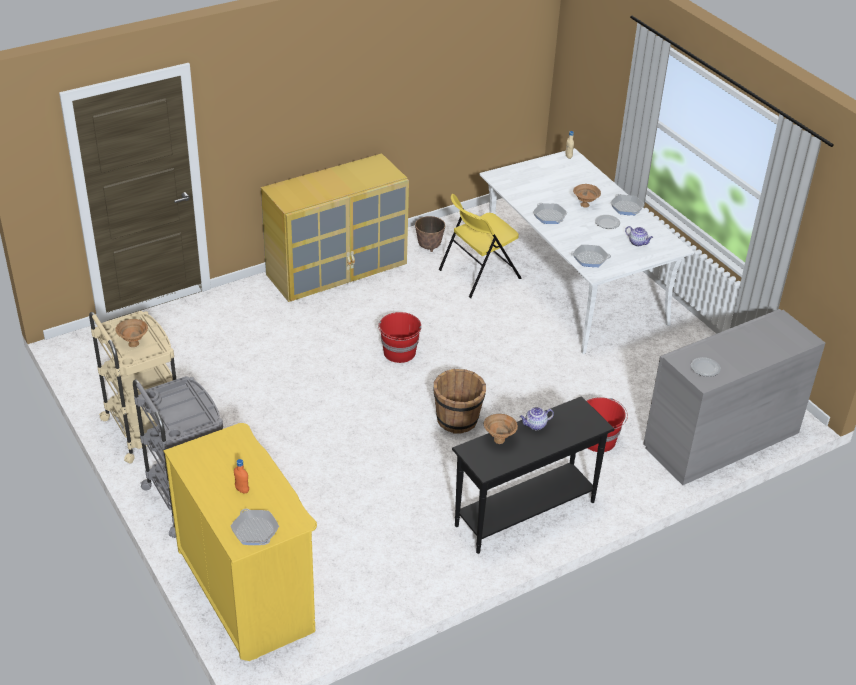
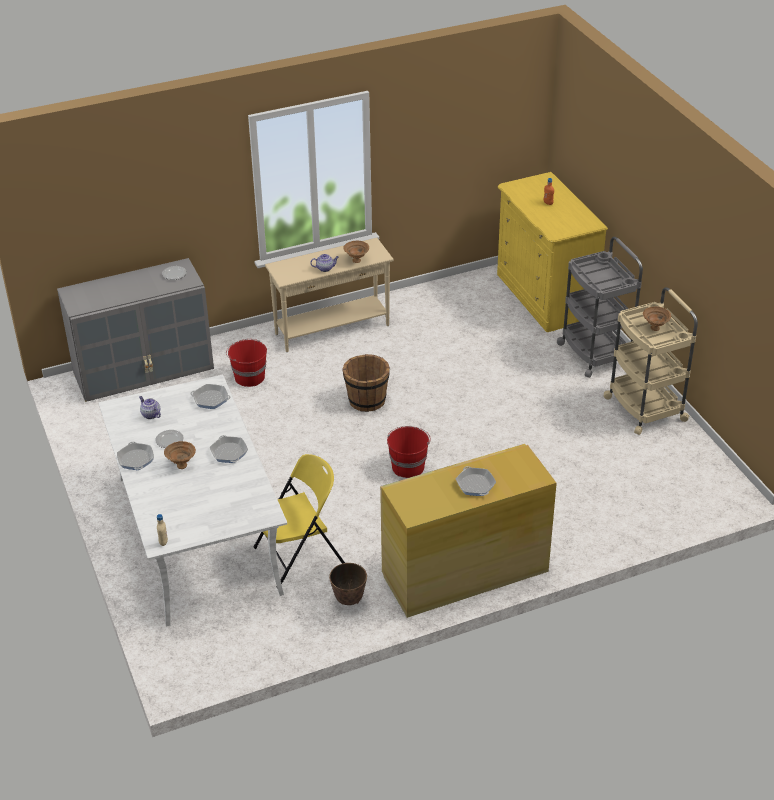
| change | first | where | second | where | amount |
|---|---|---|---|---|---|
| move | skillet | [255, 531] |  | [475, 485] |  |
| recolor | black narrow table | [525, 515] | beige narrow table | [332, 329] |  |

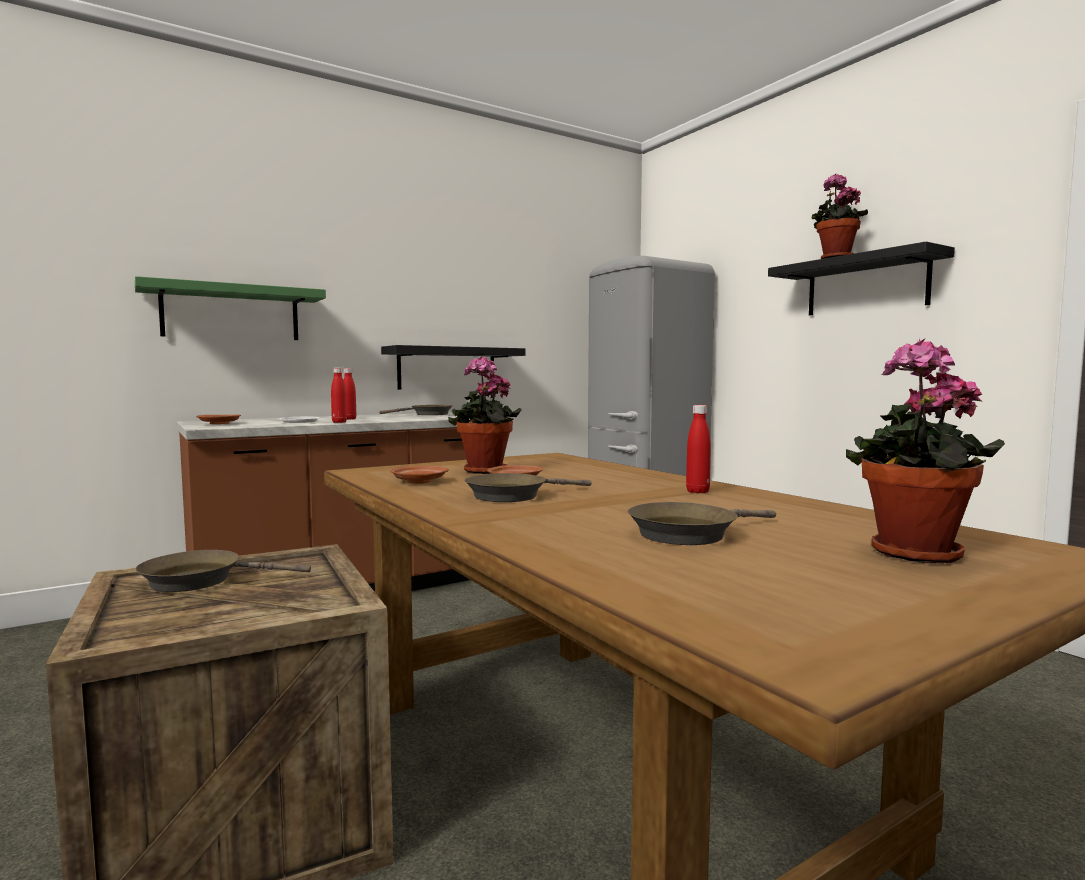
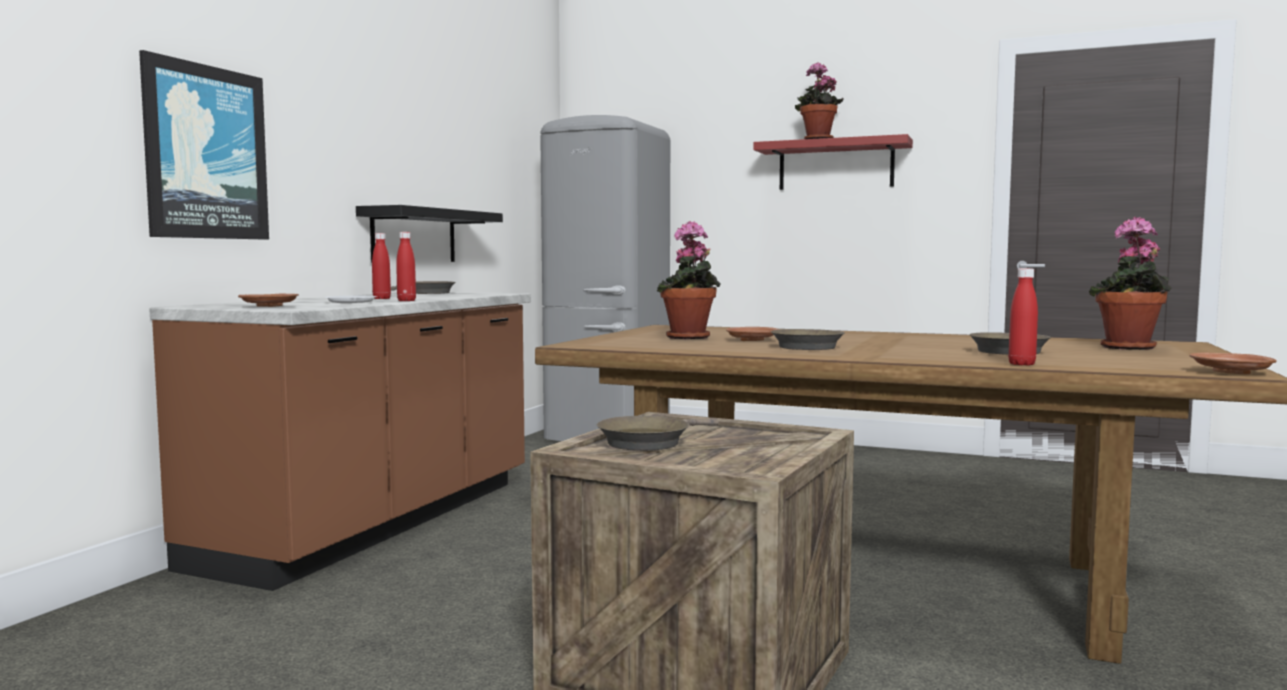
| change | first | where | second | where | amount |
|---|---|---|---|---|---|
| replace | green-coloured shelf | [231, 313] | picture | [205, 152] |  |
| move | brownish plate | [419, 481] |  | [1231, 372] |  |
| move | red bottle | [697, 491] |  | [1021, 364] |  |
| recolor | black shelf | [866, 285] | red shelf | [835, 165] |  |

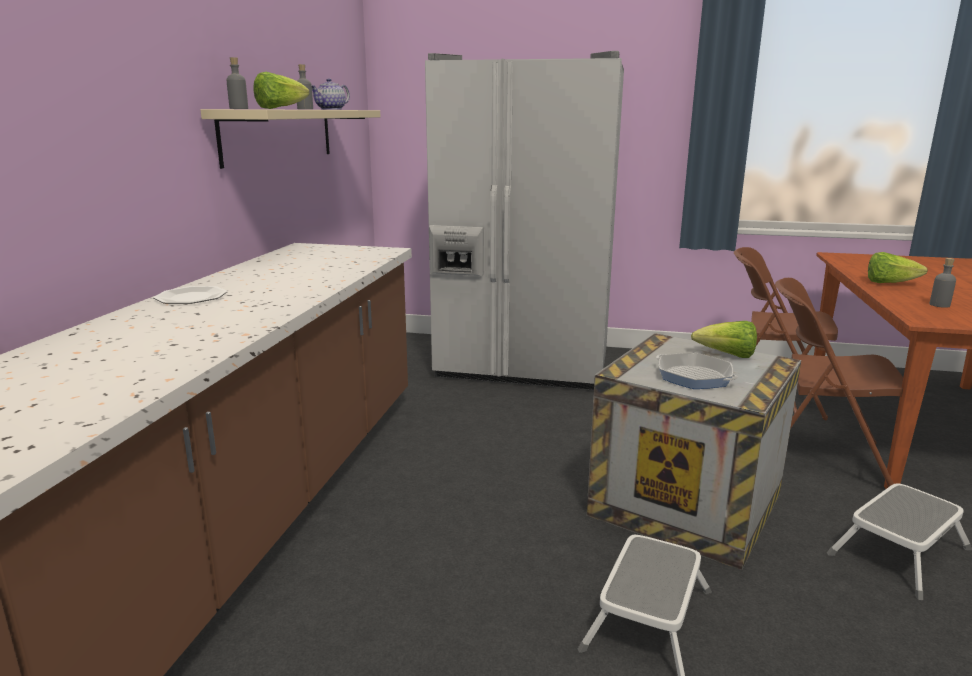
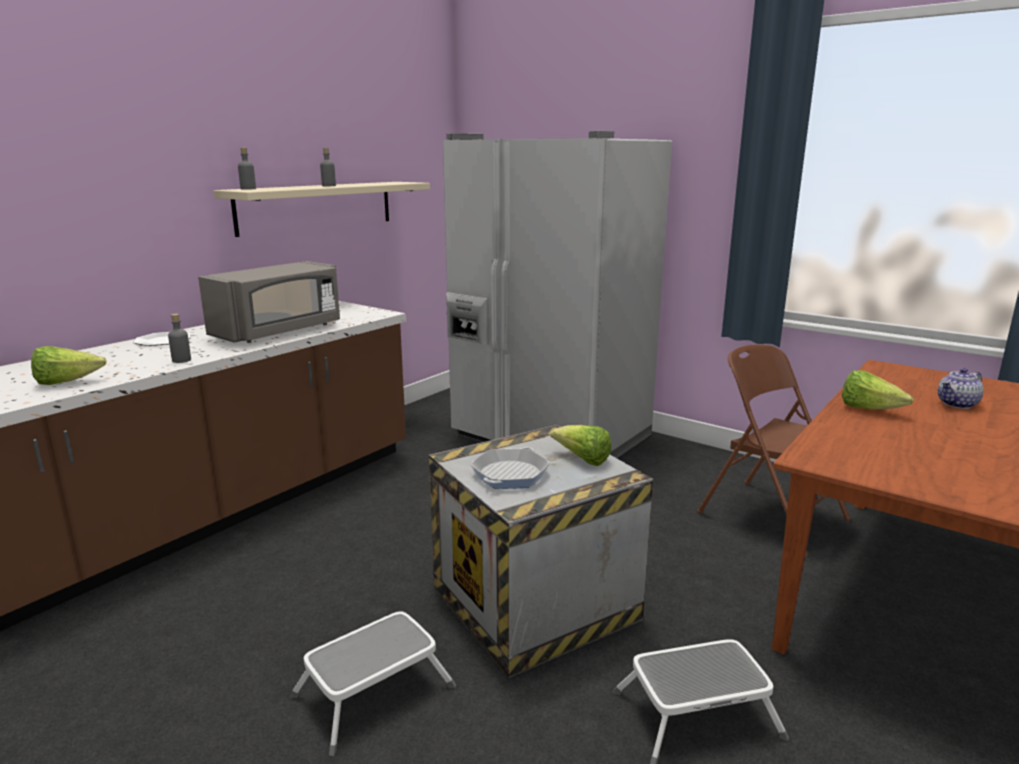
| change | first | where | second | where | amount |
|---|---|---|---|---|---|
| move | lettuce | [280, 109] |  | [67, 382] |  |
| move | pot for tea | [331, 109] |  | [957, 404] |  |
| rotate | skillet | [694, 377] |  | [510, 474] | 135 degrees counterclockwise |
| delete | brownish upright chair | [817, 457] |  |  |  |
| move | greyish bottle | [939, 305] |  | [181, 360] |  |
| insert |  |  | greyish kitchen microwave | [279, 331] |  |

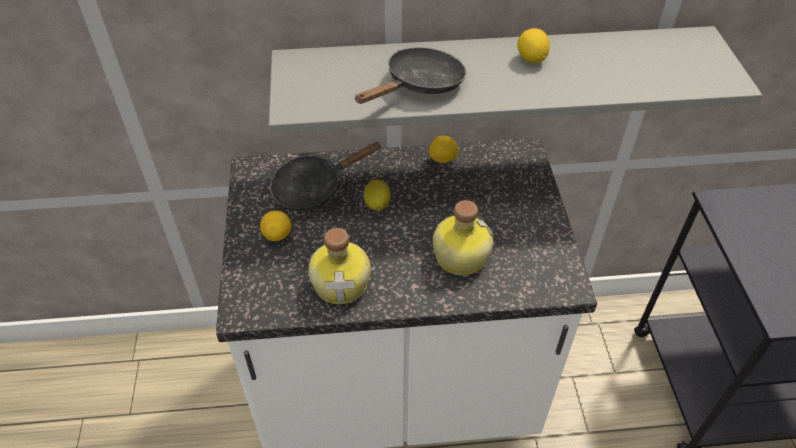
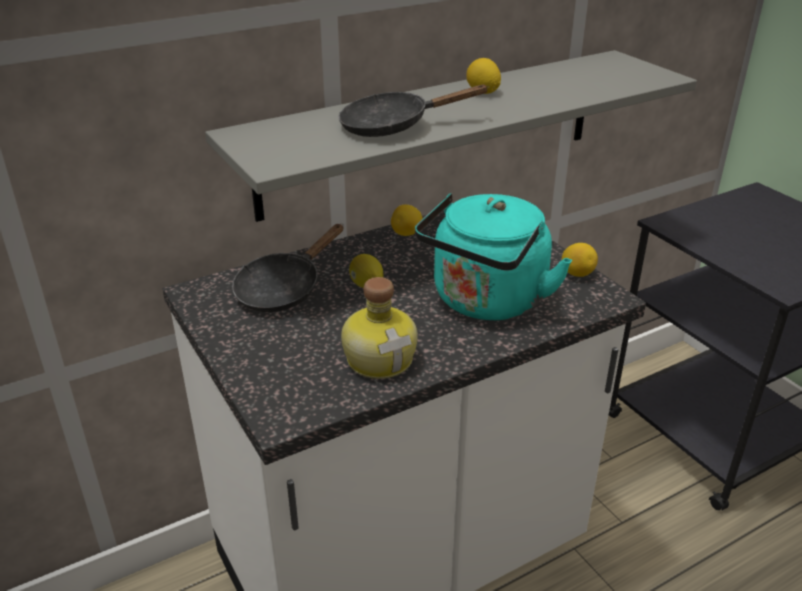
| change | first | where | second | where | amount |
|---|---|---|---|---|---|
| move | lemon | [278, 235] |  | [577, 274] |  |
| rotate | black skillet | [419, 85] |  | [393, 126] | 120 degrees counterclockwise |
| replace | bottle | [459, 255] | turquoise kettle | [486, 302] |  |

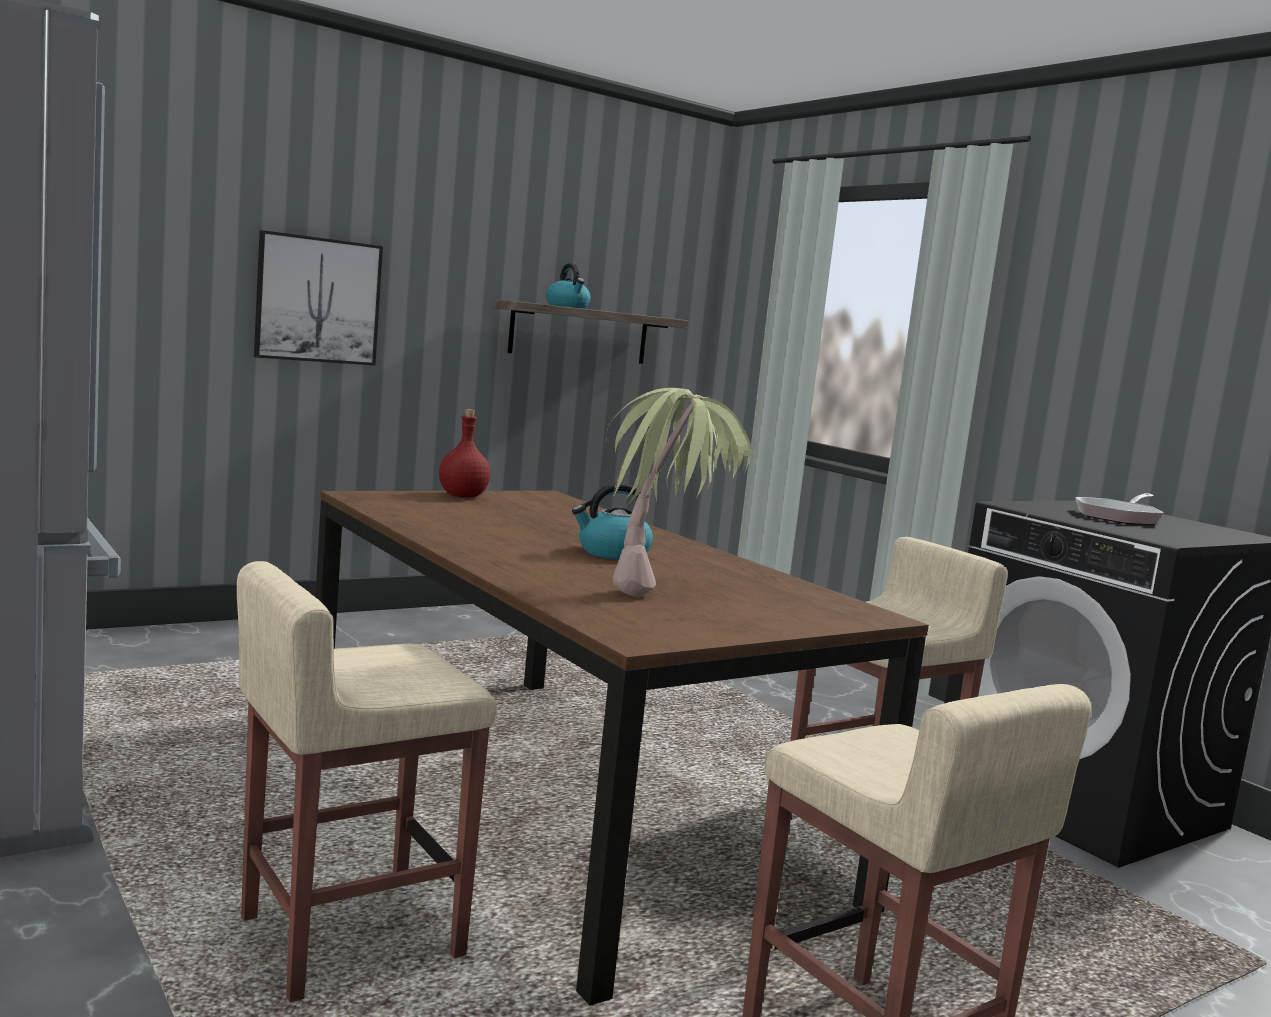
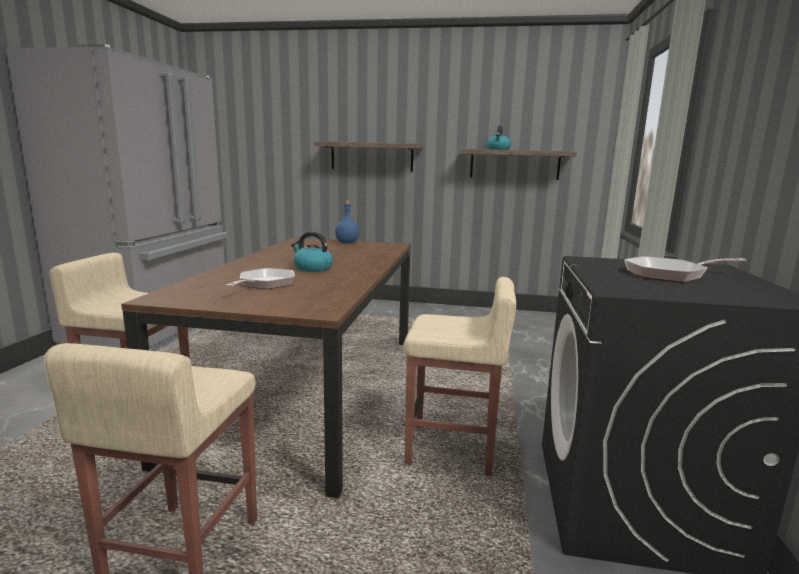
| change | first | where | second | where | amount |
|---|---|---|---|---|---|
| replace | picture | [318, 300] | shelf | [372, 156] |  |
| recolor | red bottle | [463, 496] | bluish bottle | [347, 243] |  |
| replace | plant in a pot | [665, 589] | skillet | [264, 284] |  |

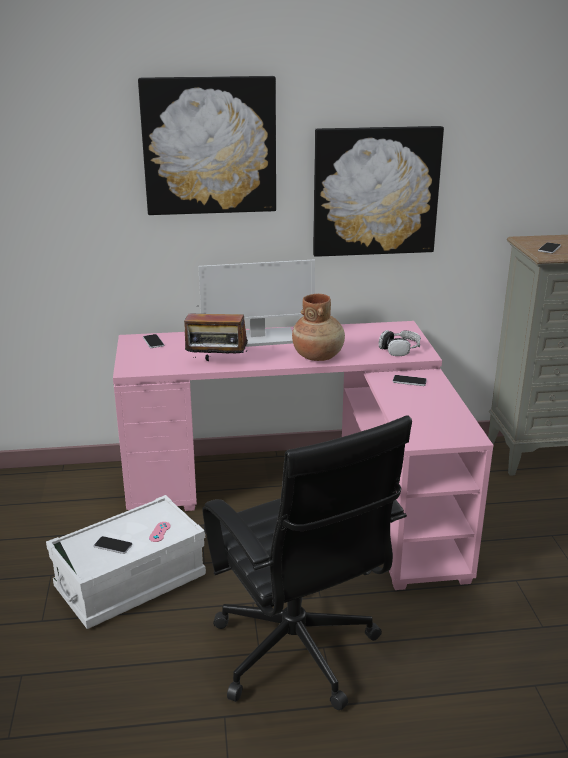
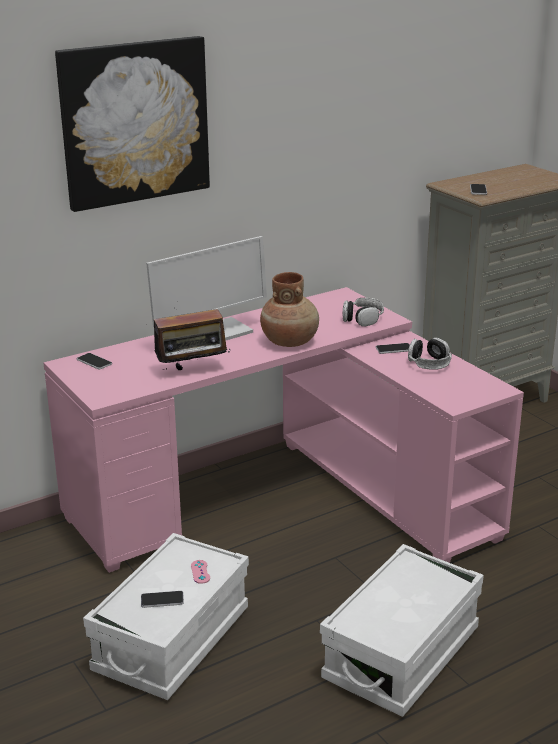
| change | first | where | second | where | amount |
|---|---|---|---|---|---|
| replace | black office chair | [298, 656] | whitish storage container | [401, 654] |  |
| delete | picture | [375, 191] |  |  |  |
| insert |  |  | pair of headphones | [429, 363] |  |

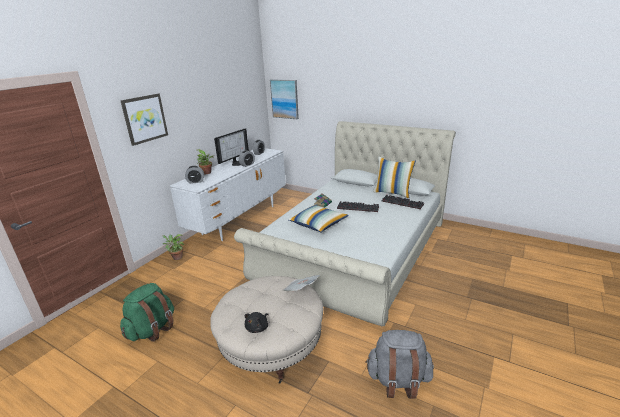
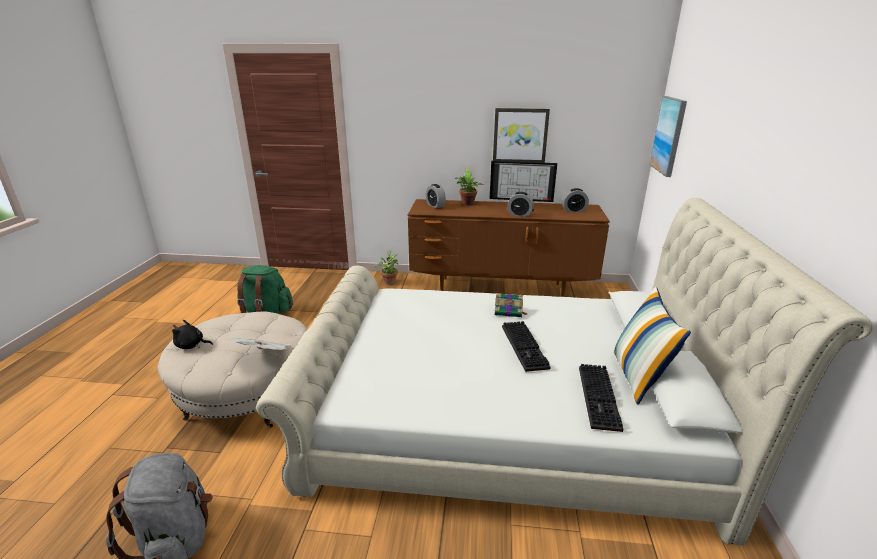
| change | first | where | second | where | amount |
|---|---|---|---|---|---|
| move | picture | [144, 118] |  | [520, 135] |  |
| recolor | whitish drawer chest | [240, 220] | brownish drawer chest | [501, 290] |  |
| delete | pillow | [318, 224] |  |  |  |

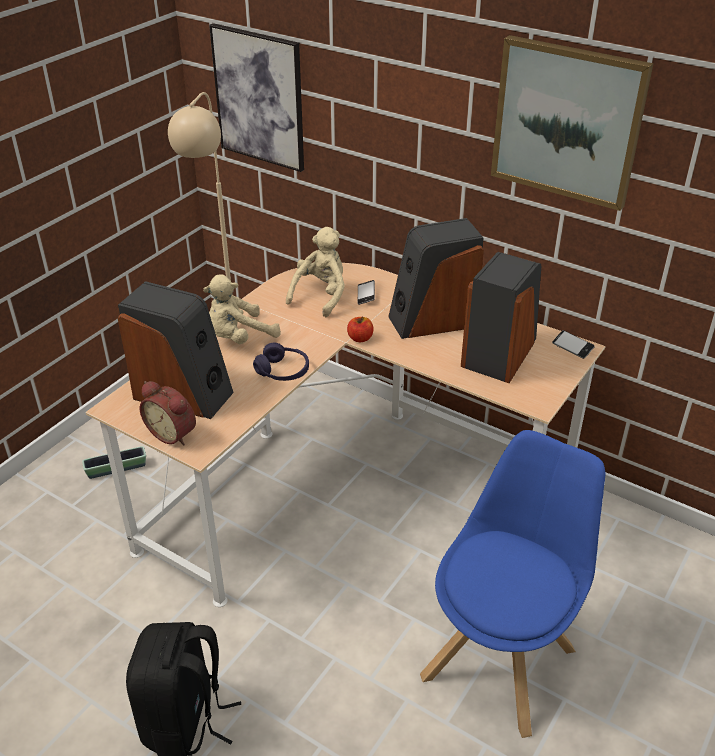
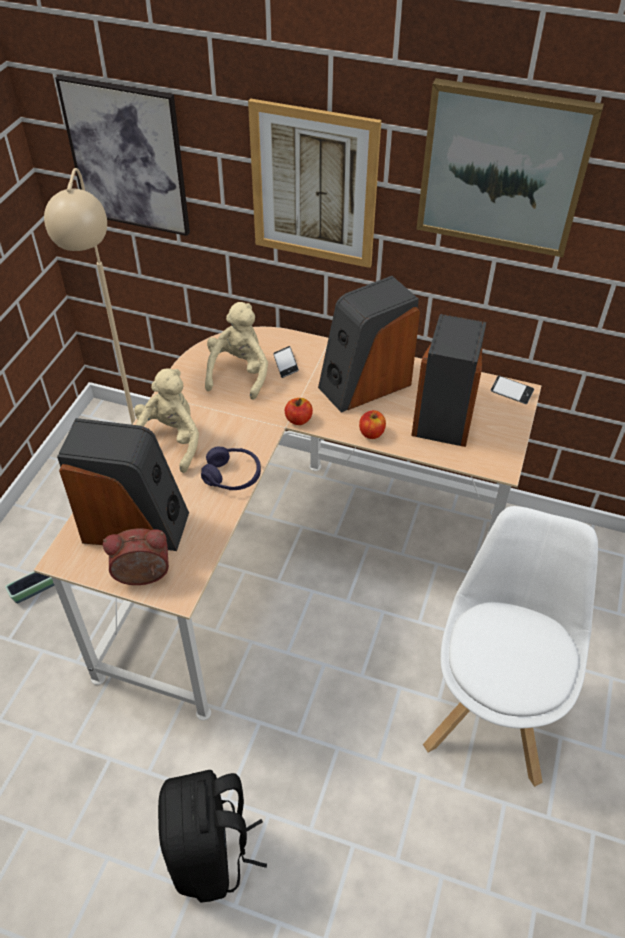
| change | first | where | second | where | amount |
|---|---|---|---|---|---|
| rotate | table clock | [173, 433] |  | [142, 577] | 150 degrees clockwise |
| rotate | beige plush toy | [239, 337] |  | [170, 442] | 150 degrees clockwise |
| recolor | bluish upright chair | [502, 657] | whitish upright chair | [492, 707] |  |
| insert |  |  | picture | [314, 186] |  |
| insert |  |  | whole apple | [371, 433] |  |

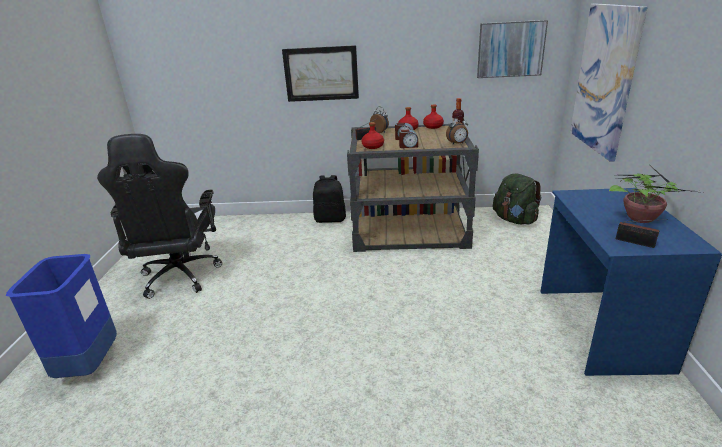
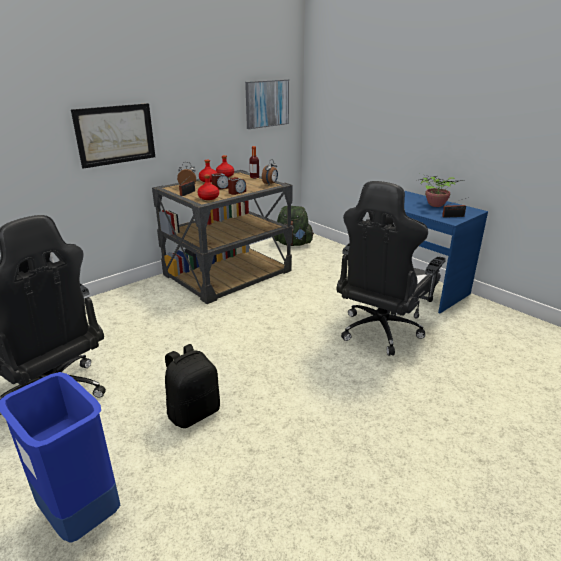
| change | first | where | second | where | amount |
|---|---|---|---|---|---|
| move | black backpack | [330, 219] |  | [194, 412] |  |
| delete | picture | [605, 79] |  |  |  |
| insert |  |  | black office chair | [381, 329] |  |

